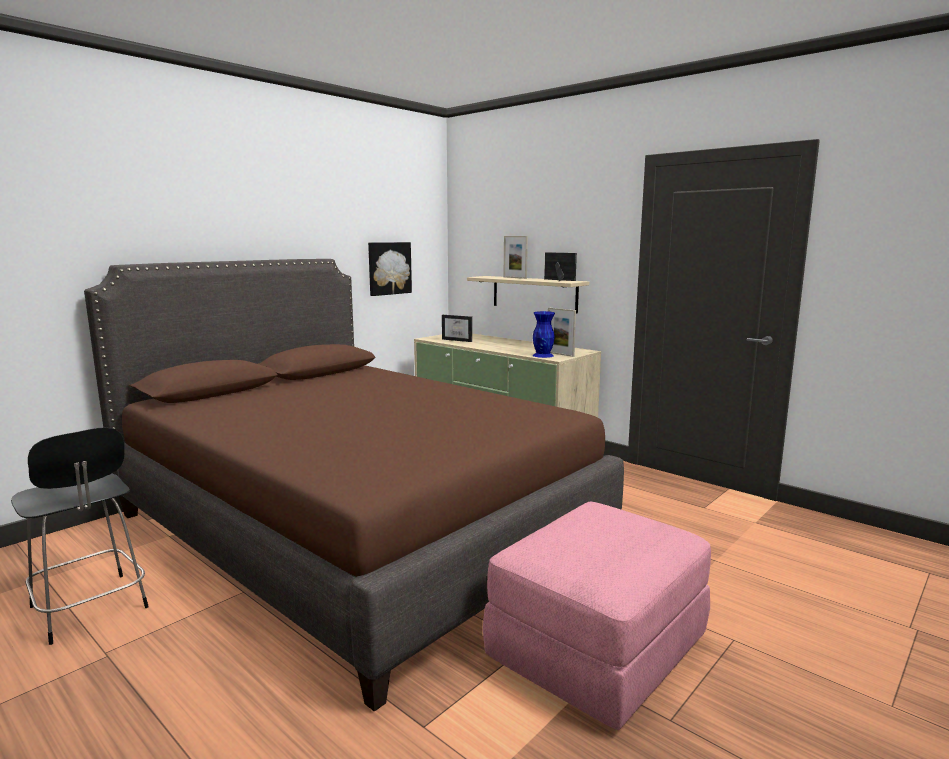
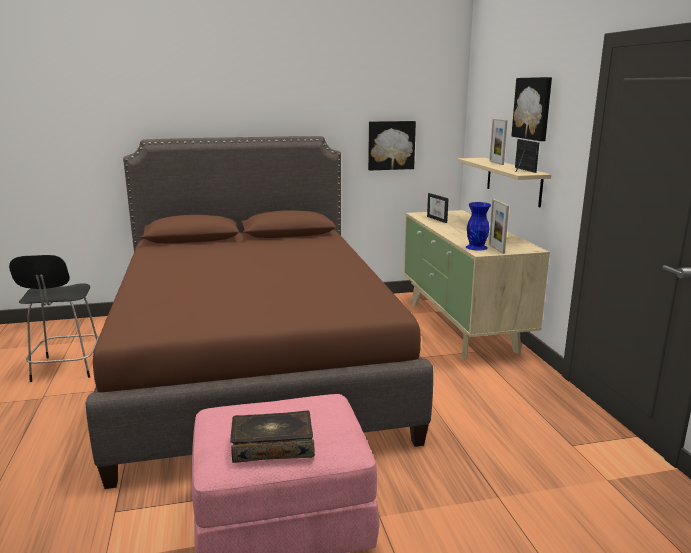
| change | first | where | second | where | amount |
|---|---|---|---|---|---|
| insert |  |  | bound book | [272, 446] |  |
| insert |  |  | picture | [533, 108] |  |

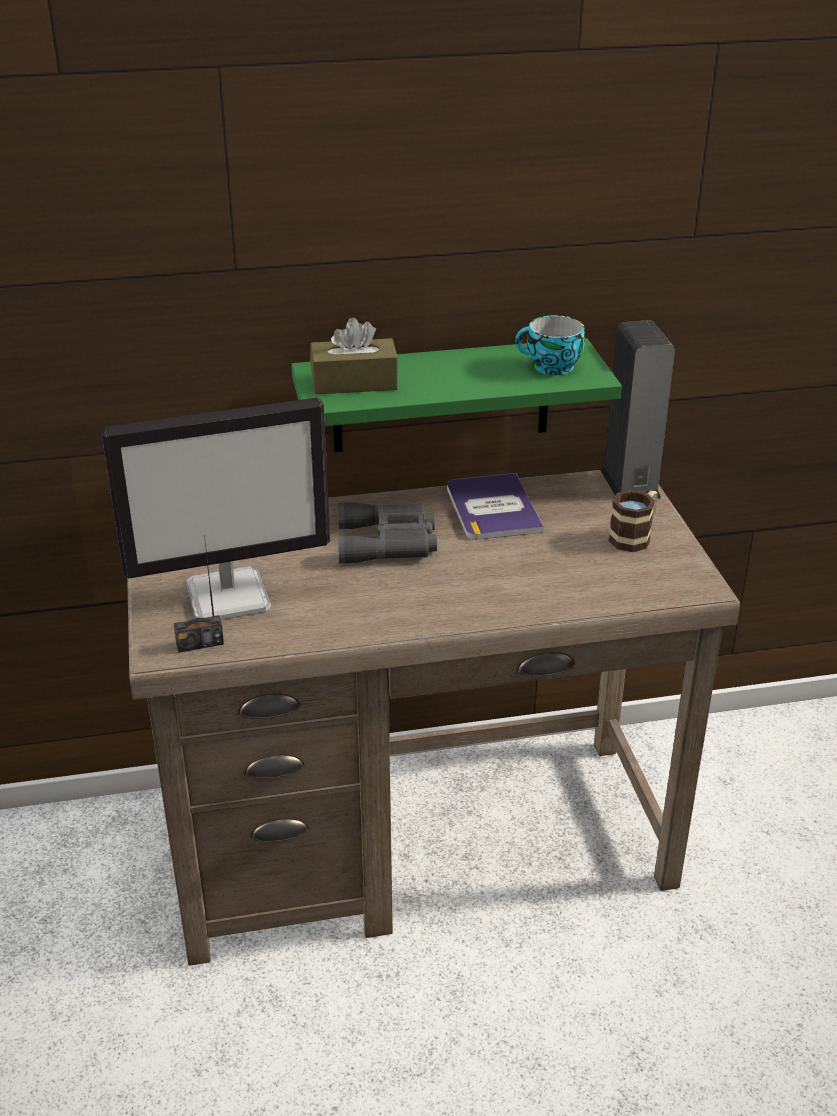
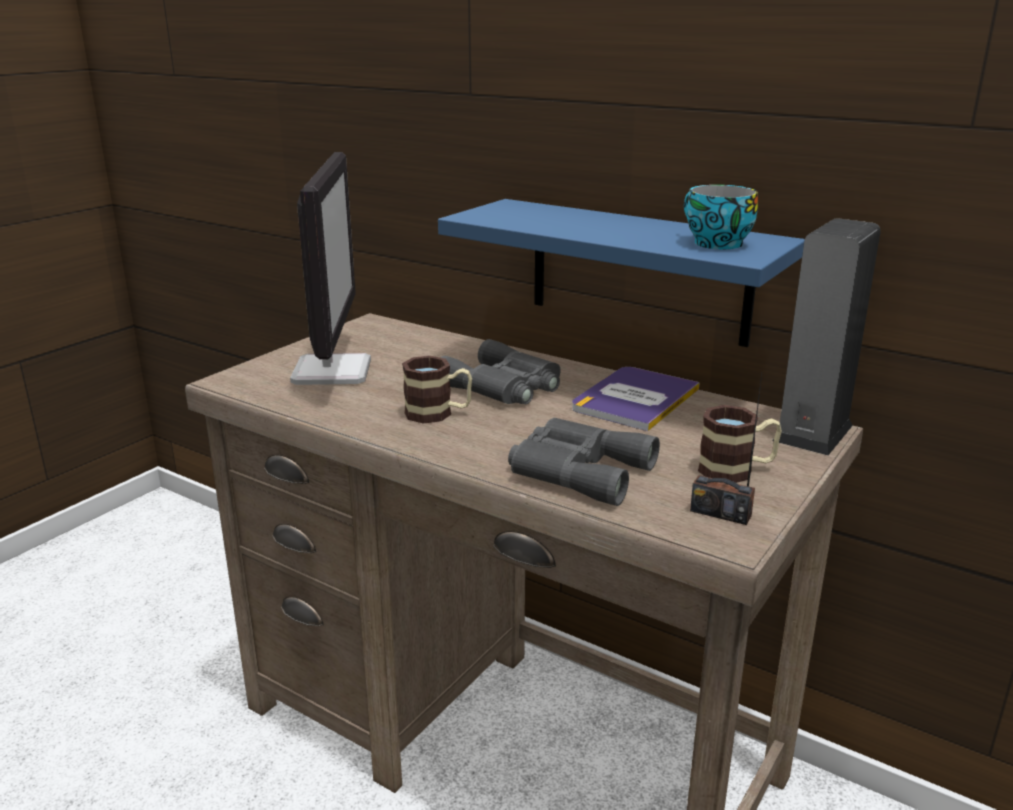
| change | first | where | second | where | amount |
|---|---|---|---|---|---|
| rotate | computer display | [230, 595] |  | [331, 371] | 120 degrees counterclockwise |
| move | radio set | [200, 643] |  | [720, 513] |  |
| recolor | green-coloured shelf | [441, 396] | bluish shelf | [638, 271] |  |
| delete | brownish box of tissues | [354, 382] |  |  |  |
| insert |  |  | tea mug | [438, 413] |  |
| insert |  |  | greyish field glasses | [577, 470] |  |

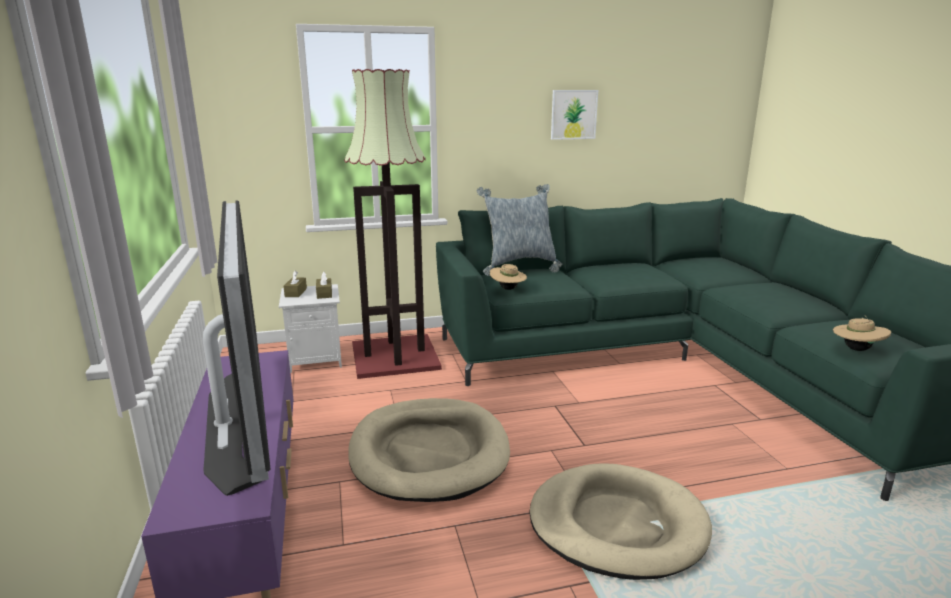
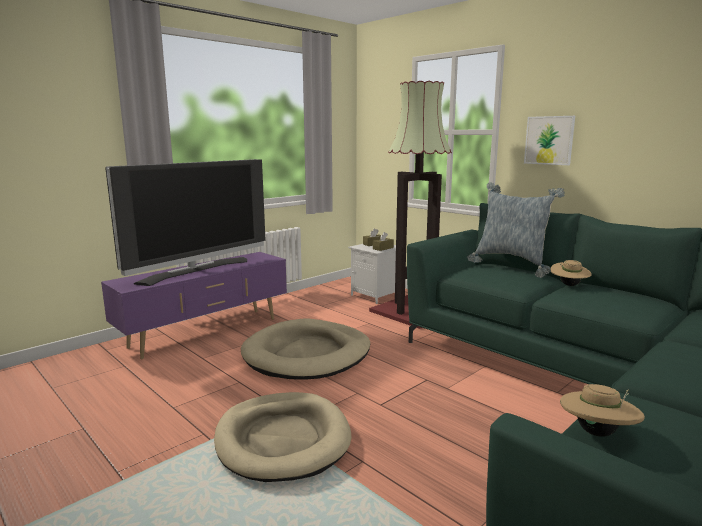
| change | first | where | second | where | amount |
|---|---|---|---|---|---|
| move | beige hat | [508, 289] |  | [569, 285] |  |
| move | picture | [573, 114] |  | [549, 140] |  |

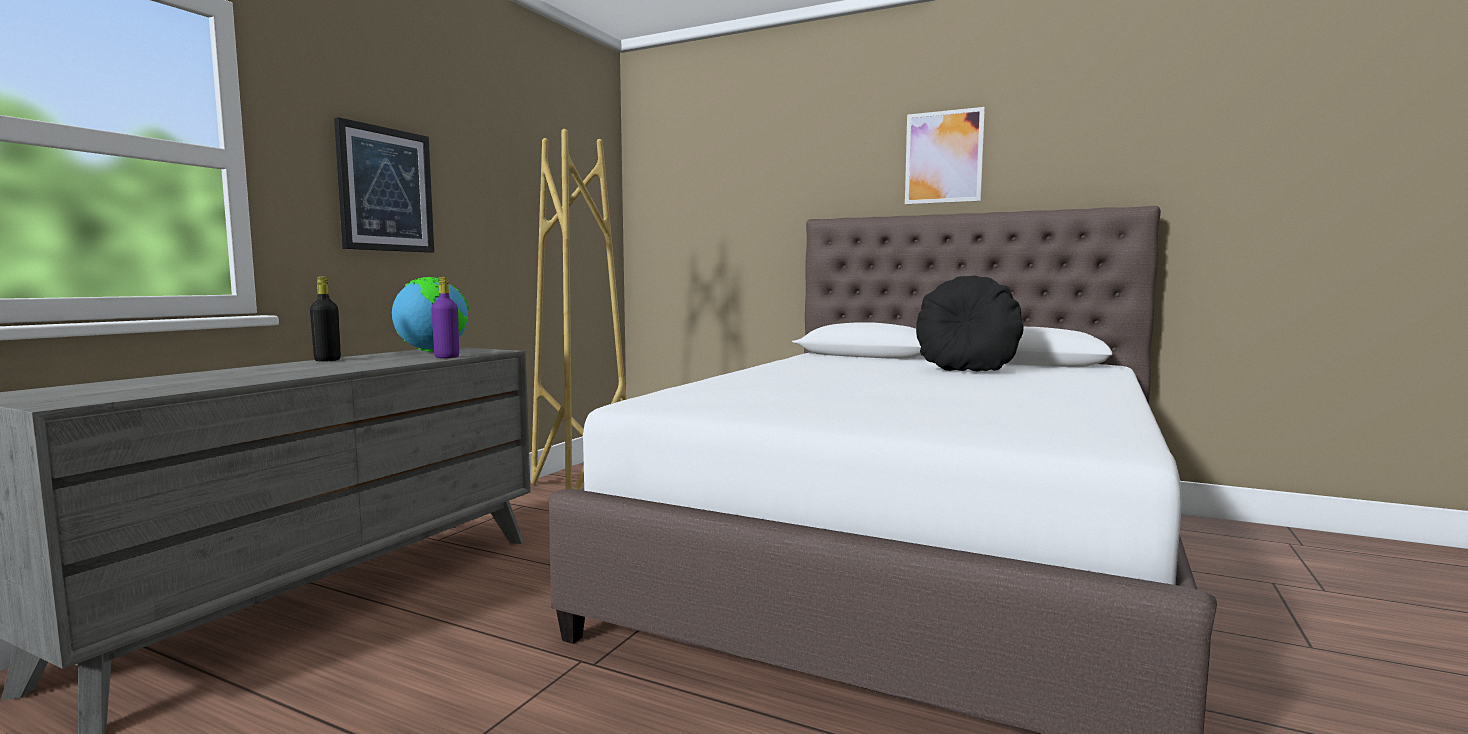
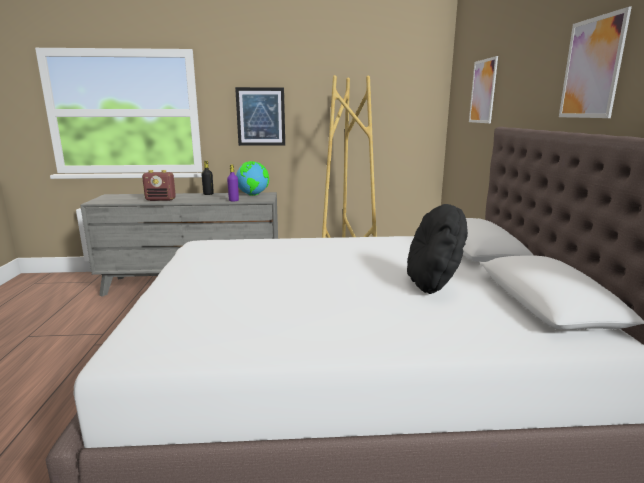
| change | first | where | second | where | amount |
|---|---|---|---|---|---|
| insert |  |  | radio set | [161, 200] |  |
| insert |  |  | picture | [483, 91] |  |

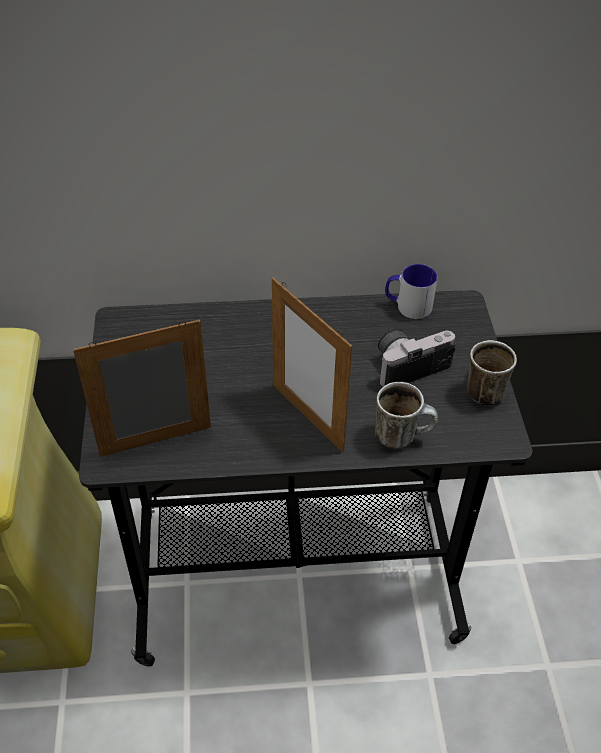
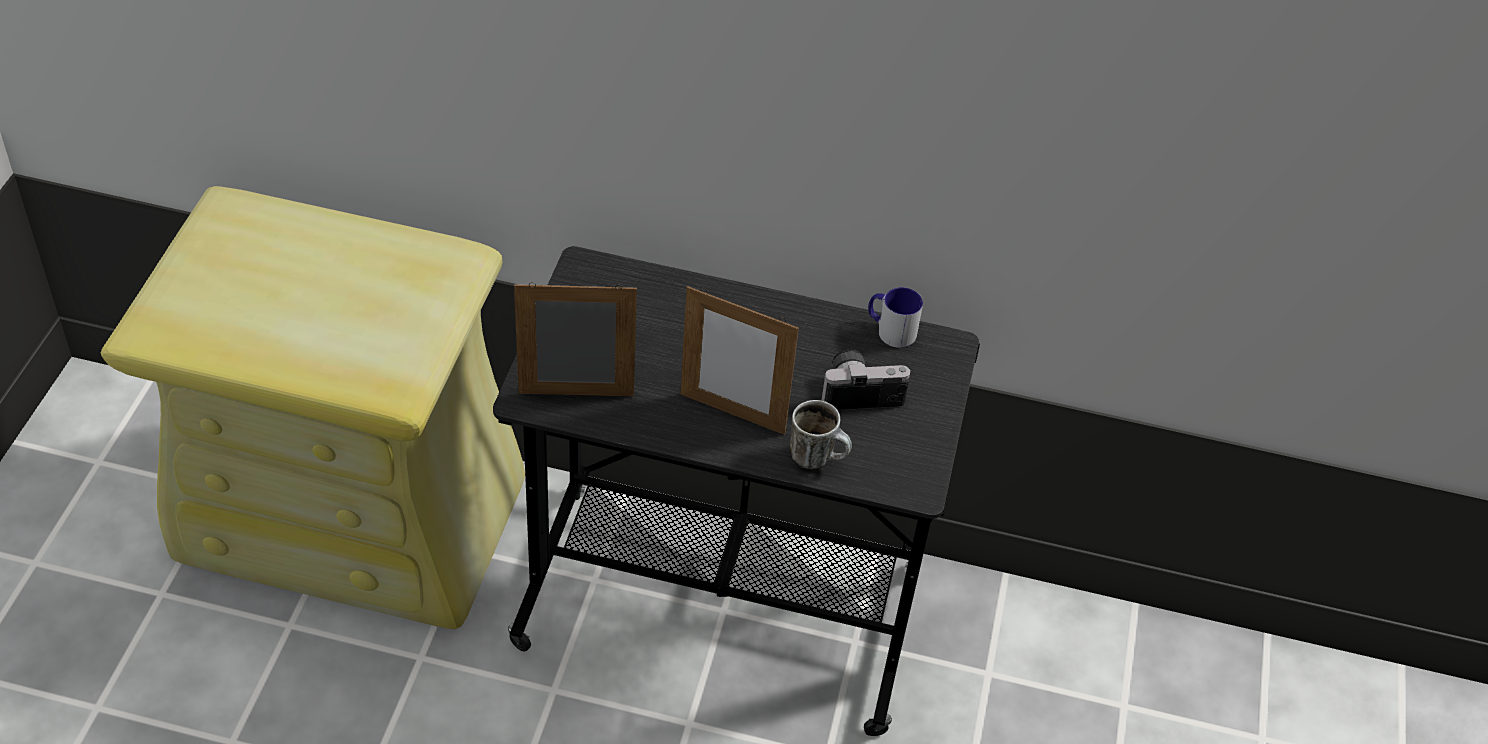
| change | first | where | second | where | amount |
|---|---|---|---|---|---|
| rotate | standing frame | [307, 417] |  | [732, 413] | 45 degrees counterclockwise |
| delete | tea mug | [482, 388] |  |  |  |

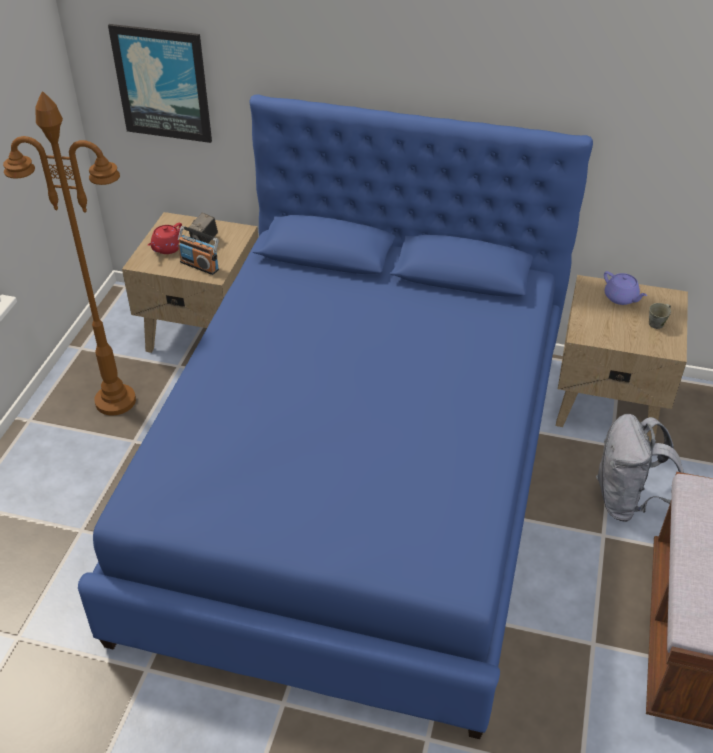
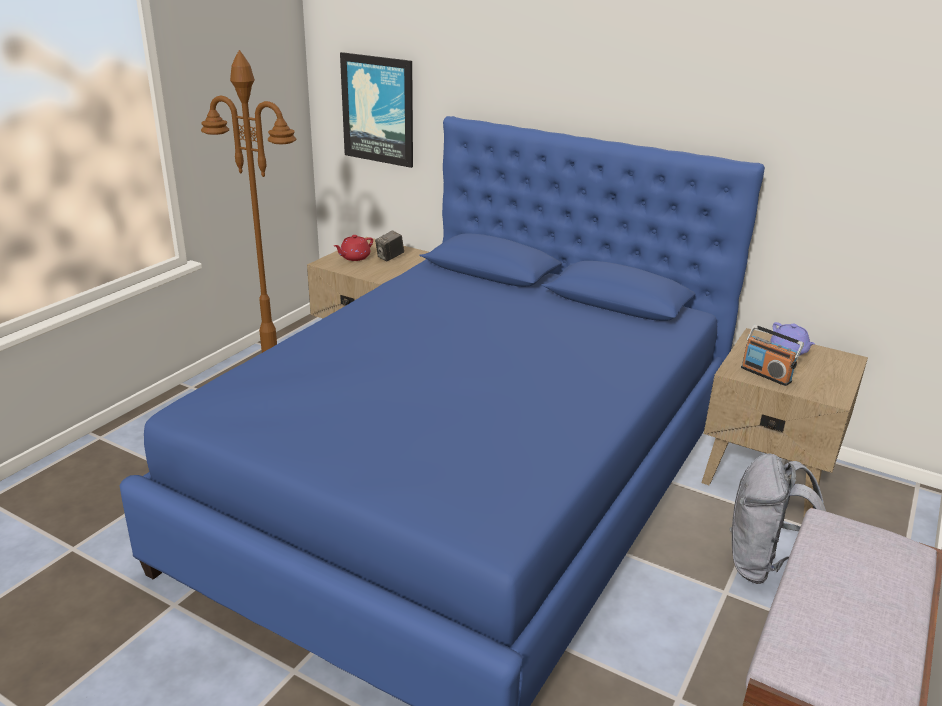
| change | first | where | second | where | amount |
|---|---|---|---|---|---|
| move | radio set | [200, 265] |  | [766, 374] |  |
| delete | greyish tea mug | [657, 324] |  |  |  |

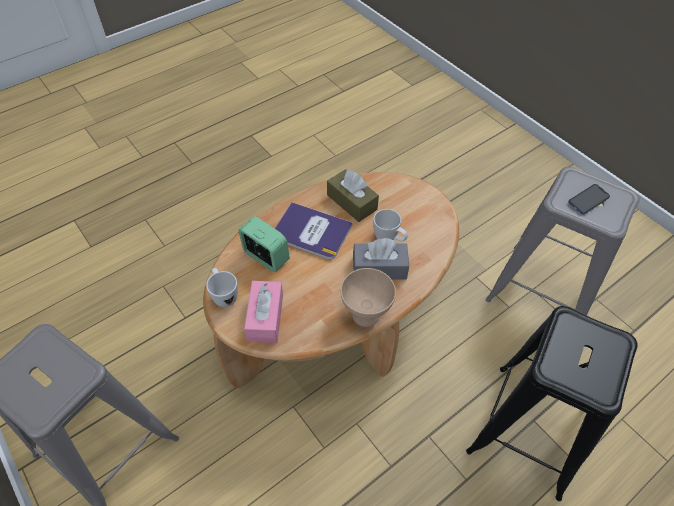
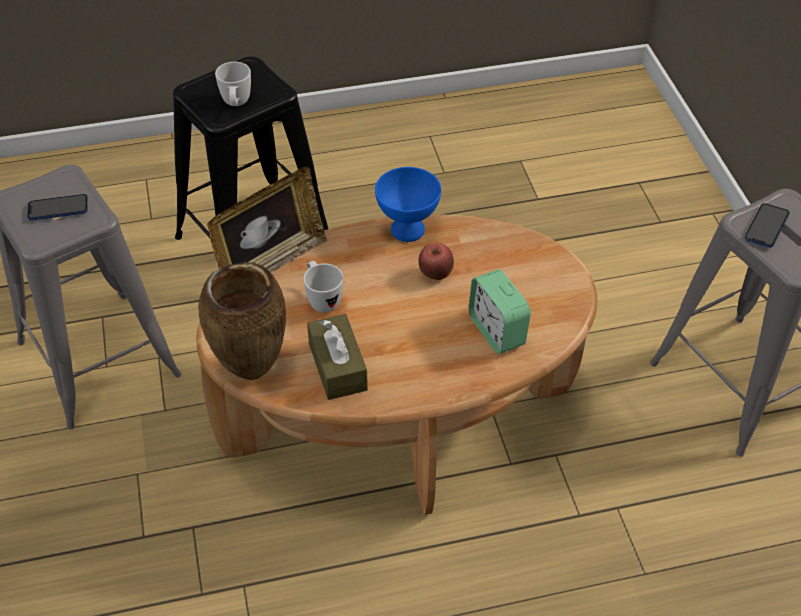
| change | first | where | second | where | amount |
|---|---|---|---|---|---|
| move | whitish tea mug | [224, 295] |  | [236, 105] |  |
| delete | pink-coloured box of tissues | [265, 317] |  |  |  |
| delete | bound book | [311, 232] |  |  |  |
| recolor | beige bowl | [366, 314] | bluish bowl | [406, 230] |  |
| delete | greyish box of tissues | [379, 268] |  |  |  |
| insert |  |  | brownish flower vase | [250, 371] |  |
| insert |  |  | standing frame | [270, 263] |  |
| insert |  |  | whole apple | [435, 274] |  |
| insert |  |  | telephone | [766, 227] |  |

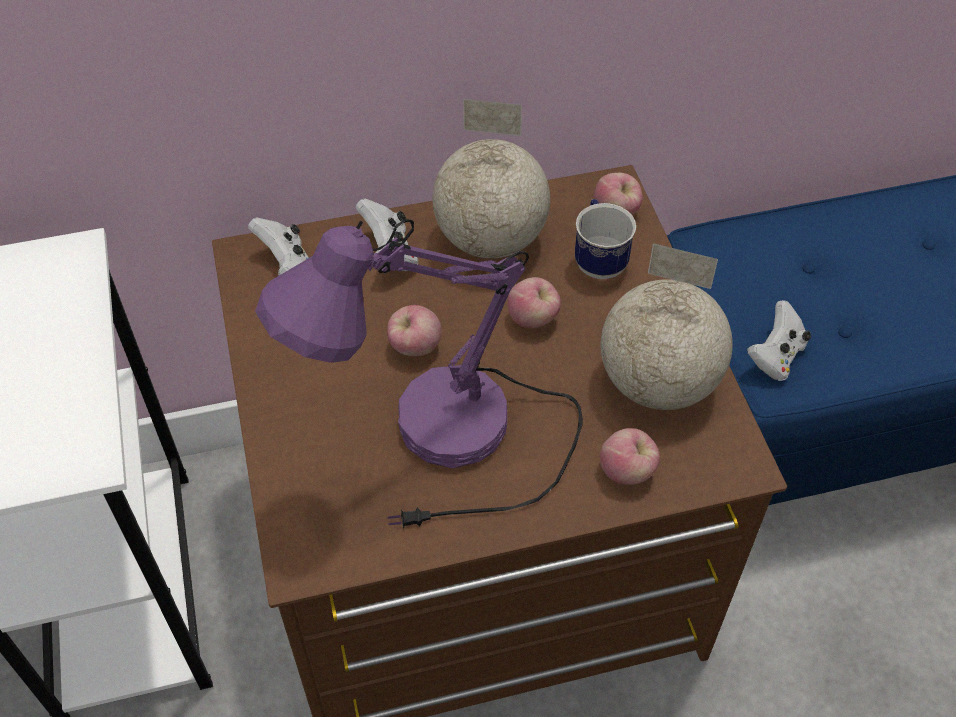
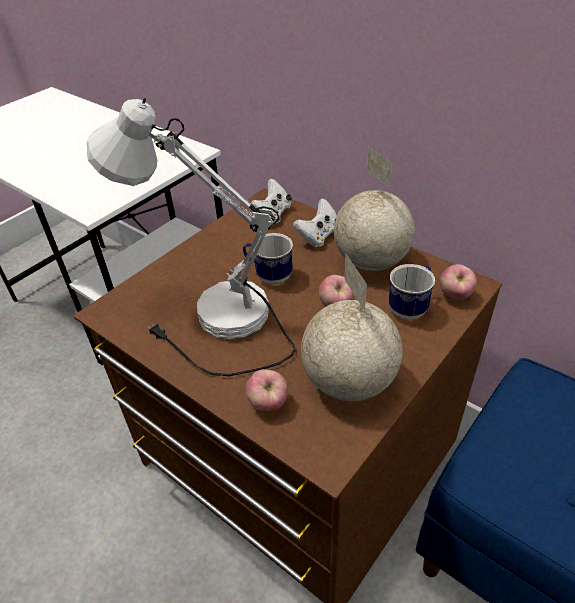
| change | first | where | second | where | amount |
|---|---|---|---|---|---|
| recolor | purple-coloured lamp for a table | [451, 455] | whitish lamp for a table | [212, 326] |  |
| replace | whole apple | [415, 347] | tea mug | [269, 276] |  |
| delete | whitish joypad | [775, 357] |  |  |  |

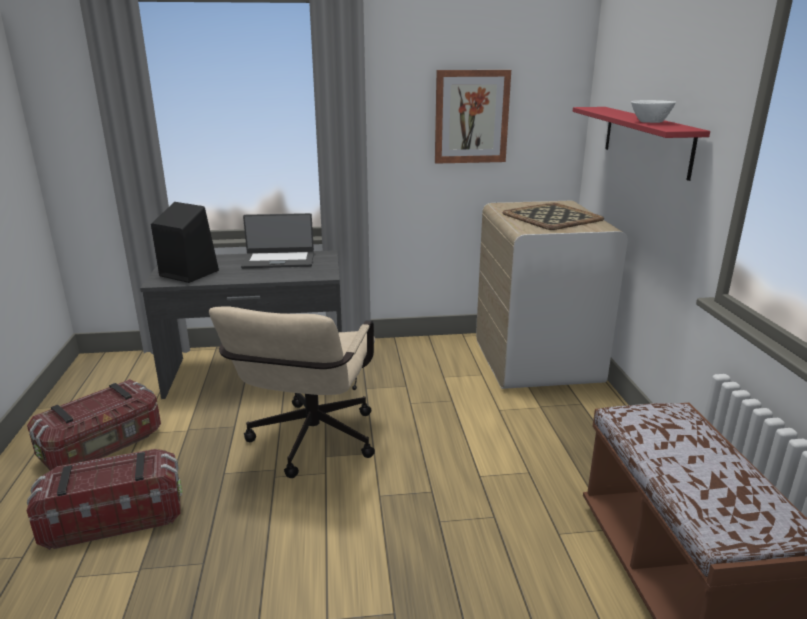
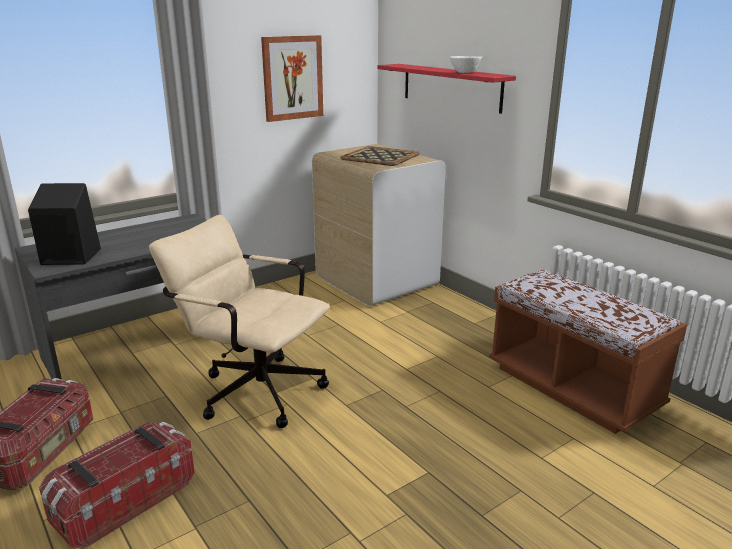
| change | first | where | second | where | amount |
|---|---|---|---|---|---|
| rotate | beige office chair | [309, 445] |  | [252, 389] | 135 degrees clockwise |
| delete | laptop | [279, 260] |  |  |  |

